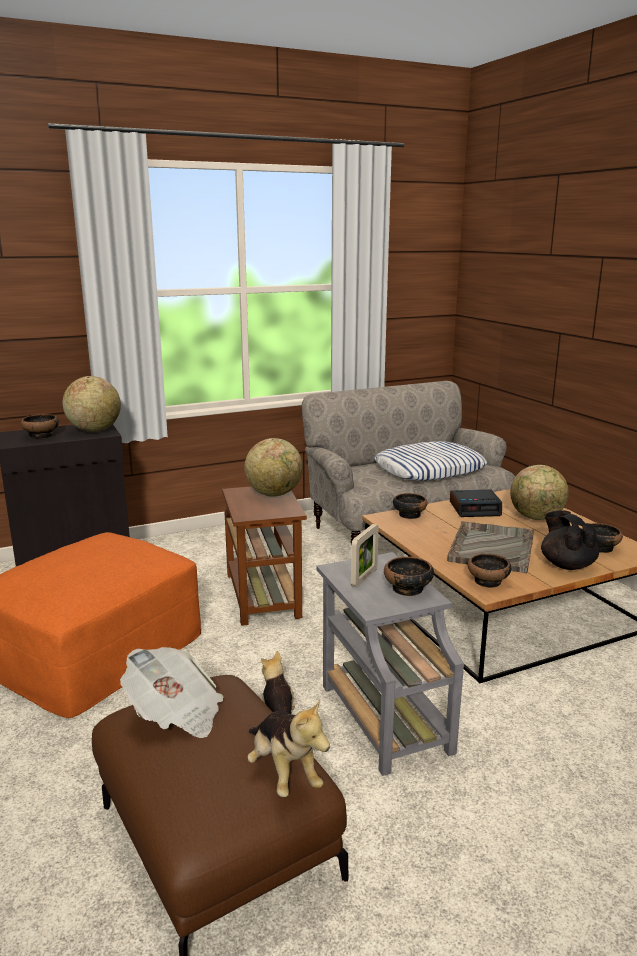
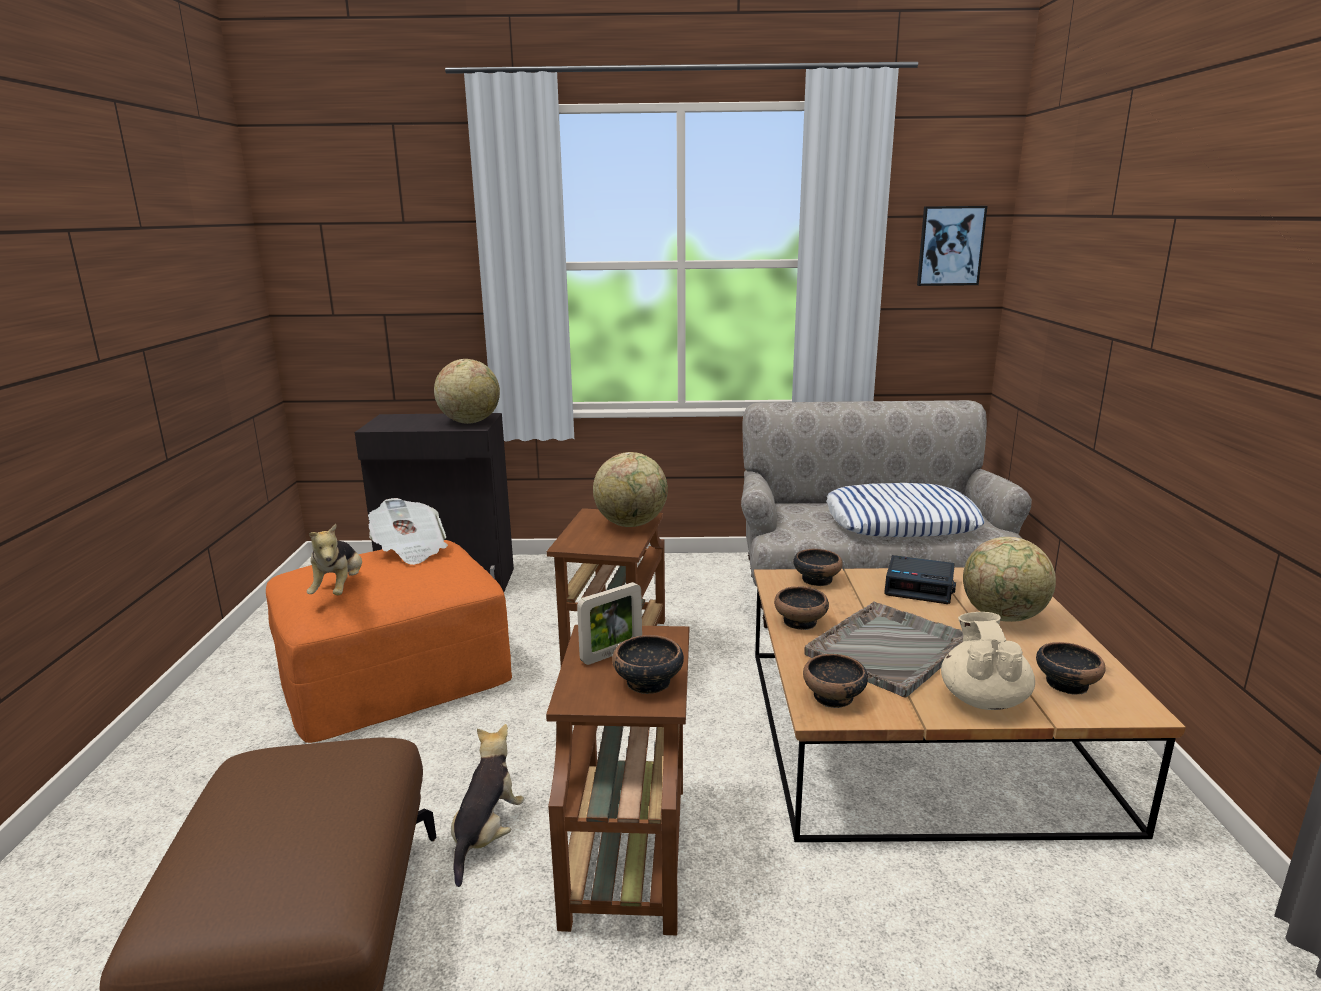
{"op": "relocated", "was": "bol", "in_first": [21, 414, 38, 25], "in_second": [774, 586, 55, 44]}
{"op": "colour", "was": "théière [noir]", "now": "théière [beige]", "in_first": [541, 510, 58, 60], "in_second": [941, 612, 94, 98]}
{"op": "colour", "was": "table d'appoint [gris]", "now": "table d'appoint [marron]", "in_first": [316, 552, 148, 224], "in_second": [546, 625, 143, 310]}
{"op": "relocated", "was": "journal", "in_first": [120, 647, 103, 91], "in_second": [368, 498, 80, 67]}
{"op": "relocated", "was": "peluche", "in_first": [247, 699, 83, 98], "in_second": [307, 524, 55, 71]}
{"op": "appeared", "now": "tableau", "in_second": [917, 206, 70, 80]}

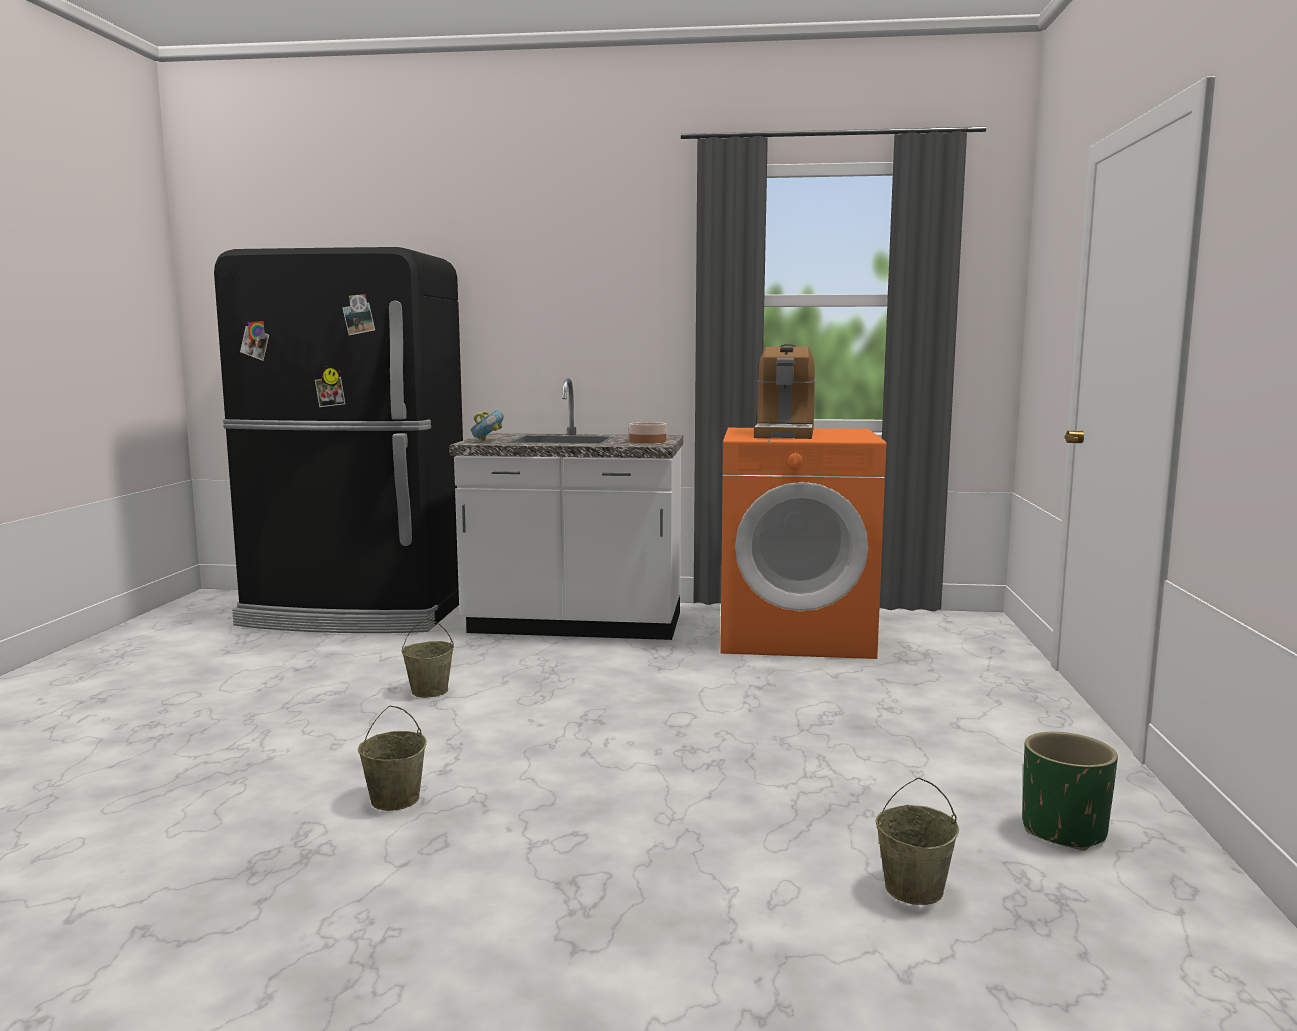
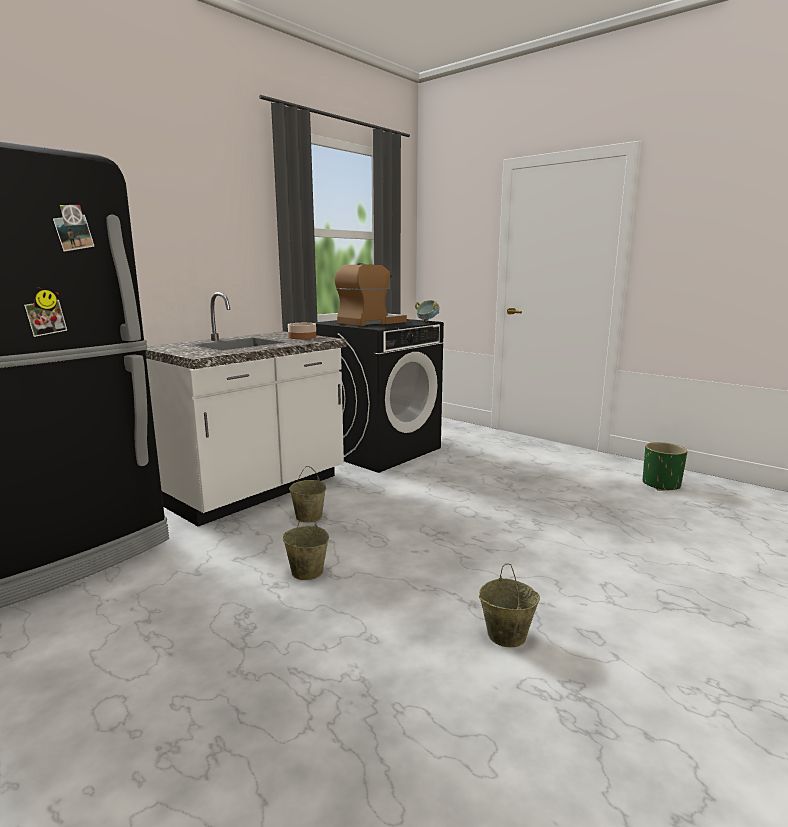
{"op": "spun", "was": "machine à café", "in_first": [754, 344, 62, 95], "in_second": [335, 263, 72, 63], "clockwise": -90}
{"op": "relocated", "was": "bol", "in_first": [470, 409, 34, 32], "in_second": [415, 300, 25, 22]}
{"op": "colour", "was": "lave-linge [orange]", "now": "lave-linge [noir]", "in_first": [720, 428, 166, 231], "in_second": [314, 319, 130, 154]}
{"op": "relocated", "was": "seau [beige]", "in_first": [876, 778, 83, 127], "in_second": [289, 466, 38, 57]}

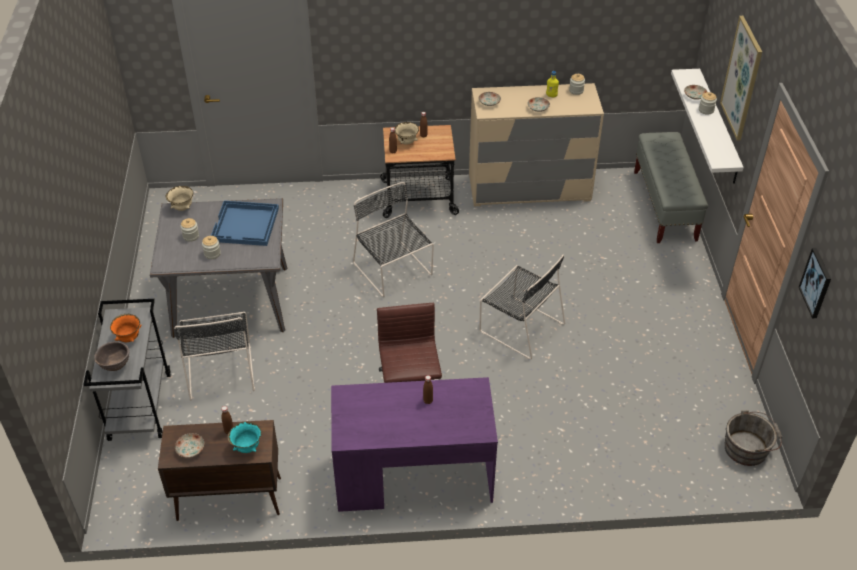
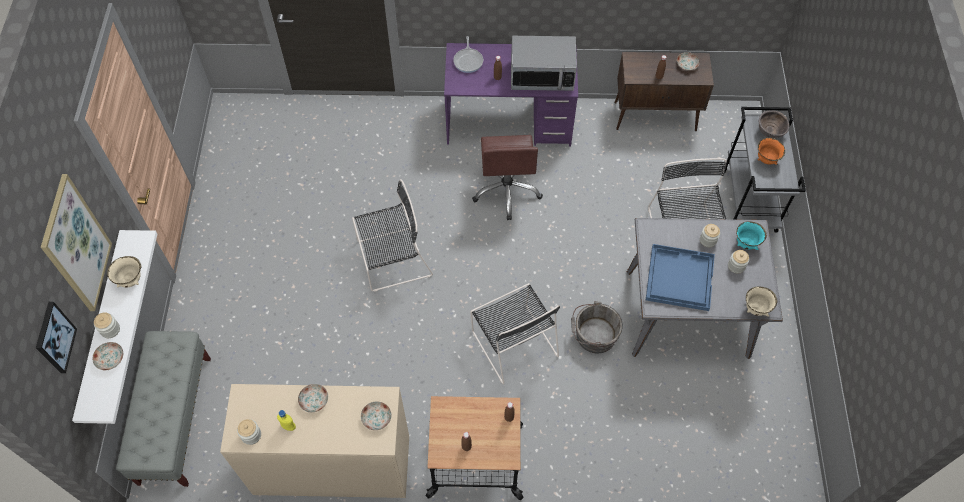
{"op": "relocated", "was": "bol [beige]", "in_first": [395, 122, 24, 23], "in_second": [107, 256, 34, 32]}
{"op": "relocated", "was": "tableau", "in_first": [799, 248, 32, 70], "in_second": [36, 302, 41, 71]}
{"op": "spun", "was": "chaise [noir]", "in_first": [479, 255, 86, 104], "in_second": [352, 179, 81, 113], "clockwise": 120}
{"op": "relocated", "was": "seau [gris]", "in_first": [724, 410, 58, 56], "in_second": [571, 301, 52, 53]}
{"op": "relocated", "was": "bol [turquoise]", "in_first": [228, 422, 33, 31], "in_second": [736, 221, 31, 29]}
{"op": "appeared", "now": "poêle", "in_second": [453, 36, 30, 37]}
{"op": "appeared", "now": "micro-ondes", "in_second": [511, 36, 66, 55]}

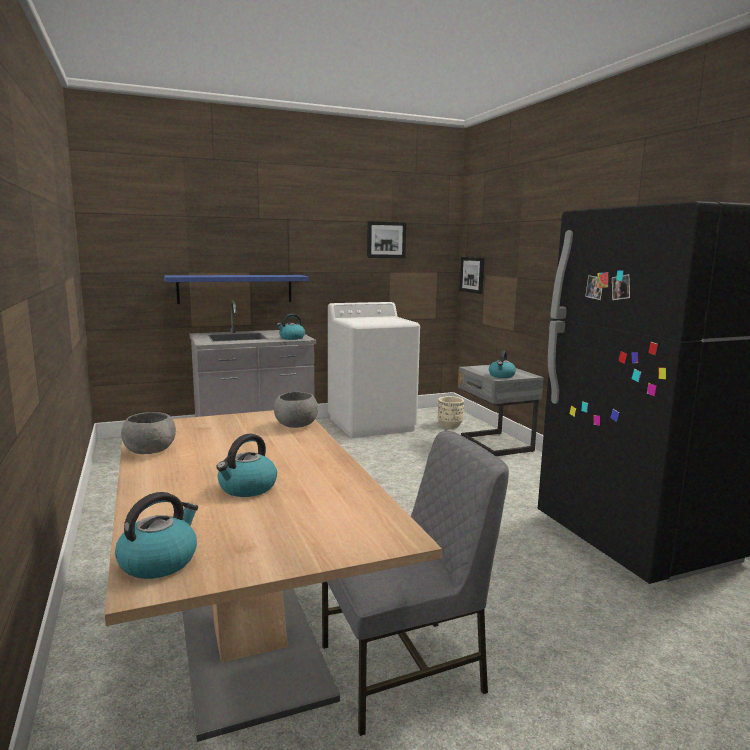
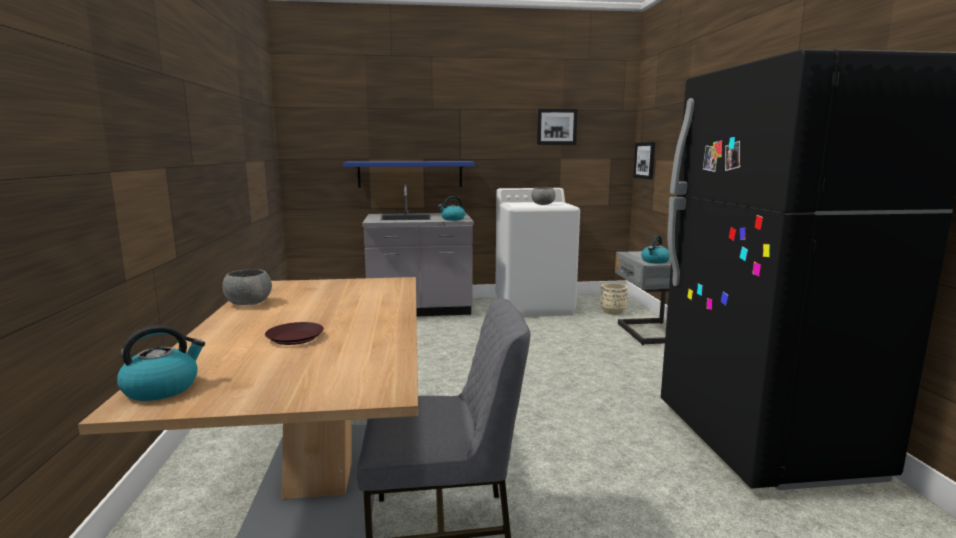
{"op": "relocated", "was": "bol [gris]", "in_first": [274, 392, 44, 36], "in_second": [531, 187, 24, 18]}
{"op": "exchanged", "was": "bouilloire", "now": "assiette [marron]", "in_first": [216, 434, 61, 63], "in_second": [265, 322, 59, 23]}

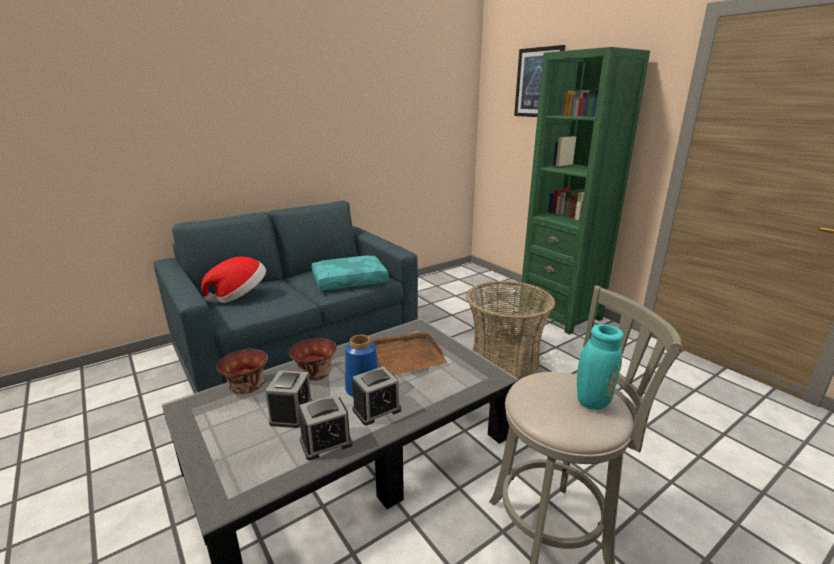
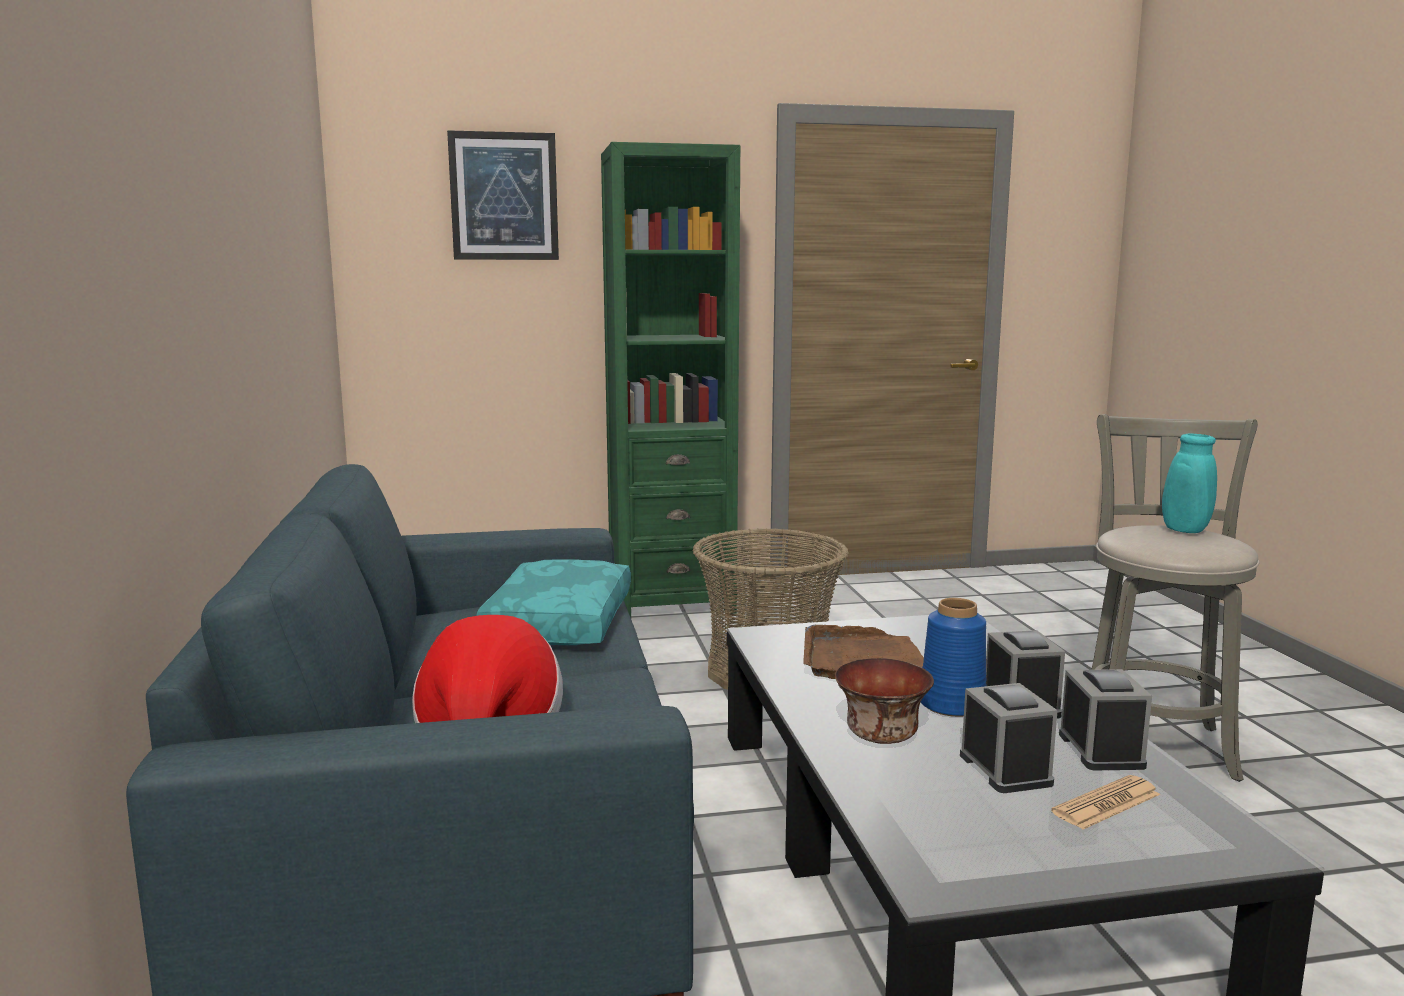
{"op": "missing", "was": "bol", "in_first": [216, 349, 52, 45]}
{"op": "spun", "was": "réveil", "in_first": [265, 370, 47, 58], "in_second": [960, 683, 98, 110], "clockwise": 45}
{"op": "appeared", "now": "journal", "in_second": [1051, 775, 109, 55]}

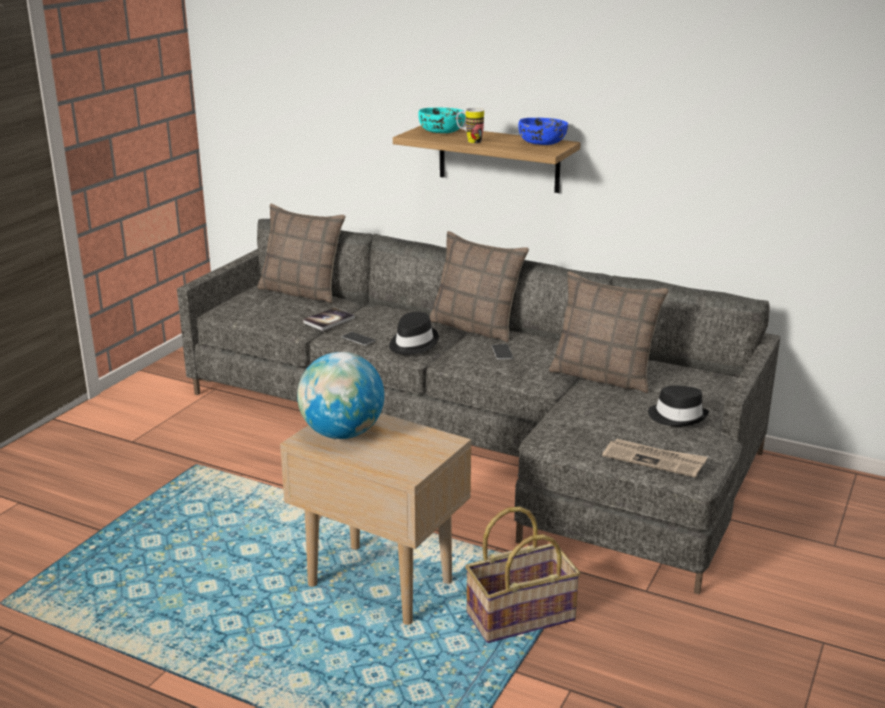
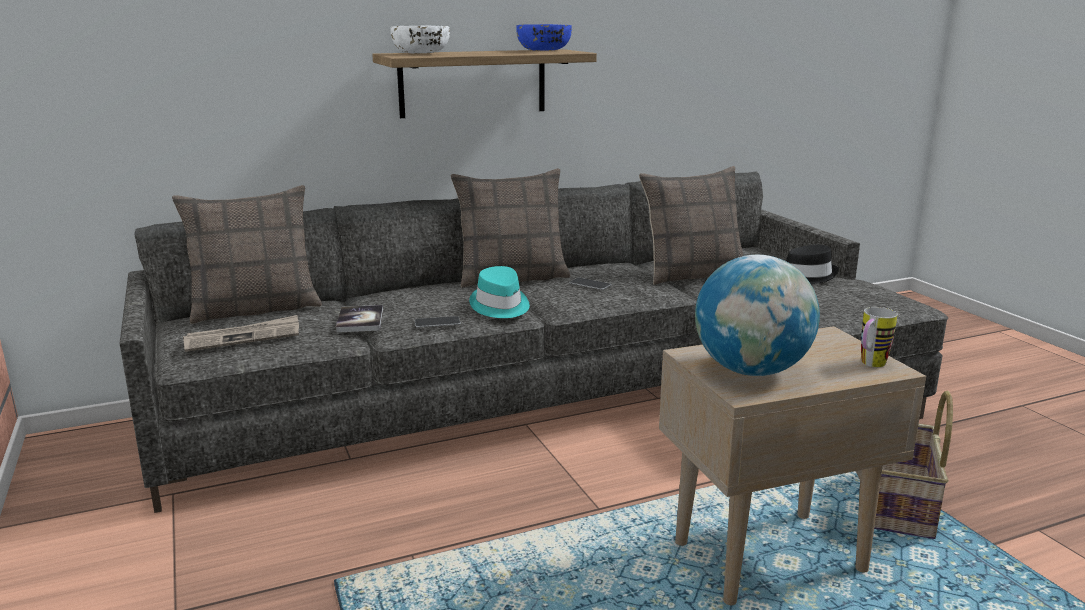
{"op": "colour", "was": "bol [turquoise]", "now": "bol [blanc]", "in_first": [418, 107, 48, 26], "in_second": [391, 26, 59, 27]}
{"op": "relocated", "was": "mug", "in_first": [456, 108, 28, 35], "in_second": [861, 307, 37, 60]}
{"op": "colour", "was": "chapeau [noir]", "now": "chapeau [turquoise]", "in_first": [389, 312, 50, 43], "in_second": [469, 266, 61, 52]}
{"op": "relocated", "was": "journal", "in_first": [602, 439, 105, 39], "in_second": [183, 315, 116, 37]}

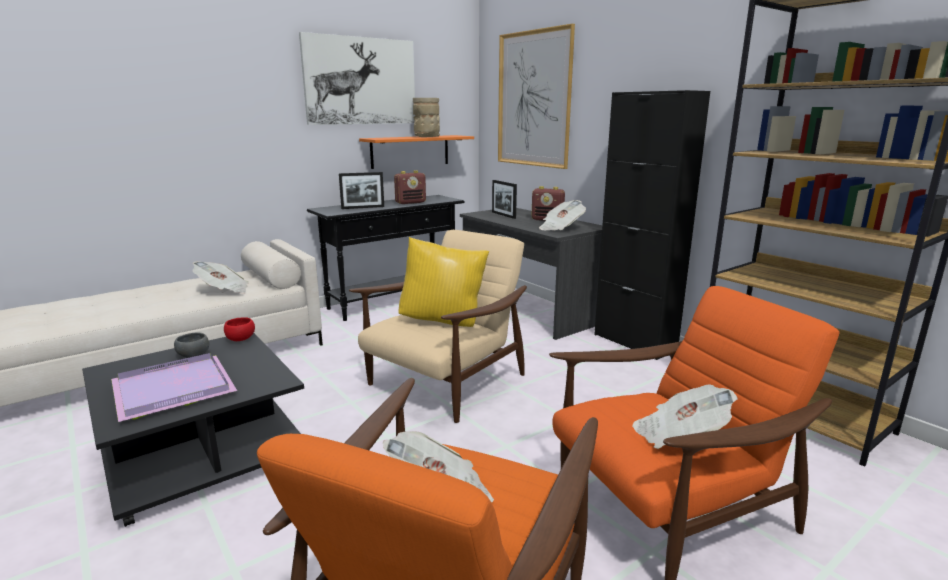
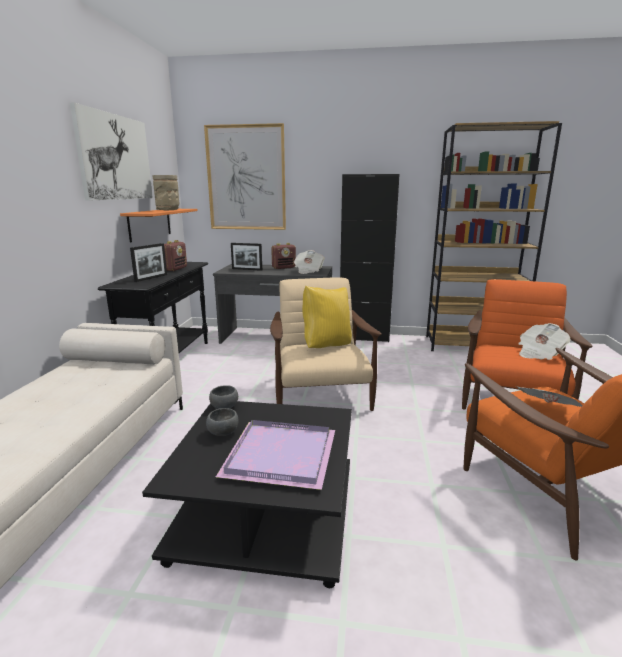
{"op": "missing", "was": "journal", "in_first": [192, 261, 57, 32]}
{"op": "colour", "was": "bol [rouge]", "now": "bol [gris]", "in_first": [224, 317, 31, 24], "in_second": [209, 385, 29, 24]}

